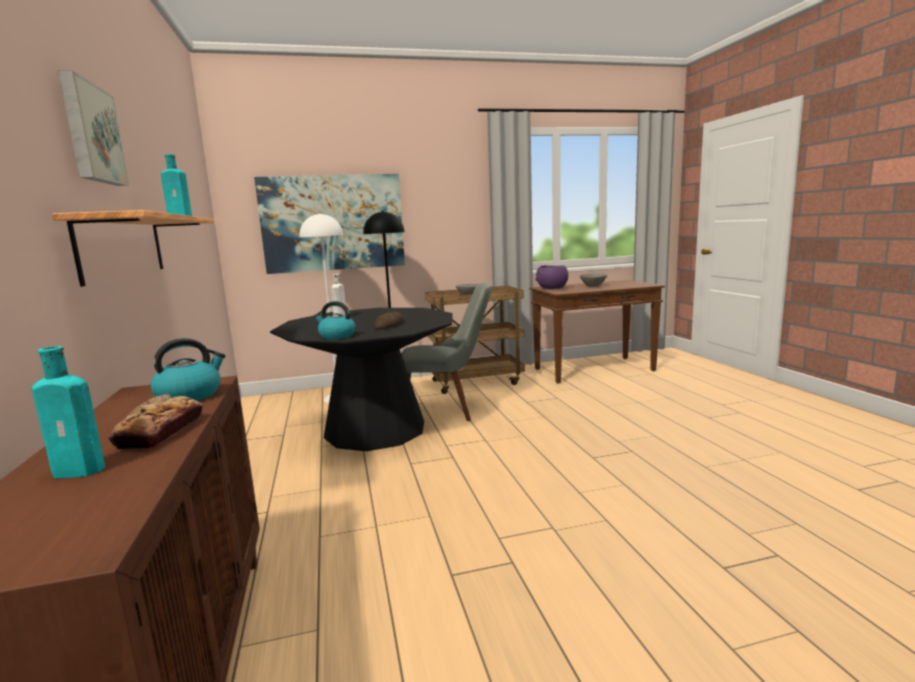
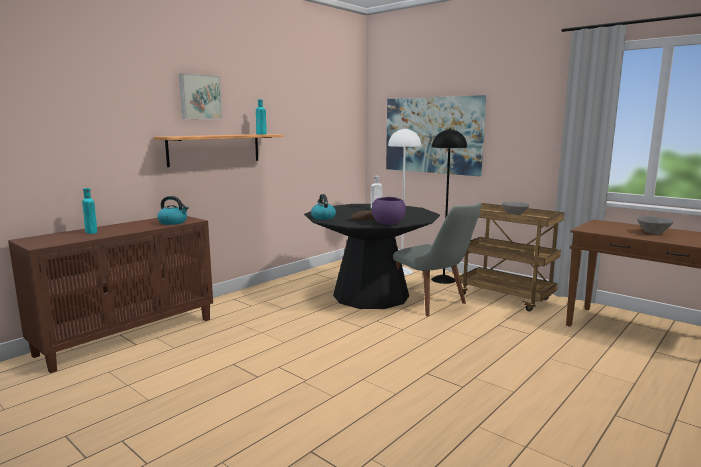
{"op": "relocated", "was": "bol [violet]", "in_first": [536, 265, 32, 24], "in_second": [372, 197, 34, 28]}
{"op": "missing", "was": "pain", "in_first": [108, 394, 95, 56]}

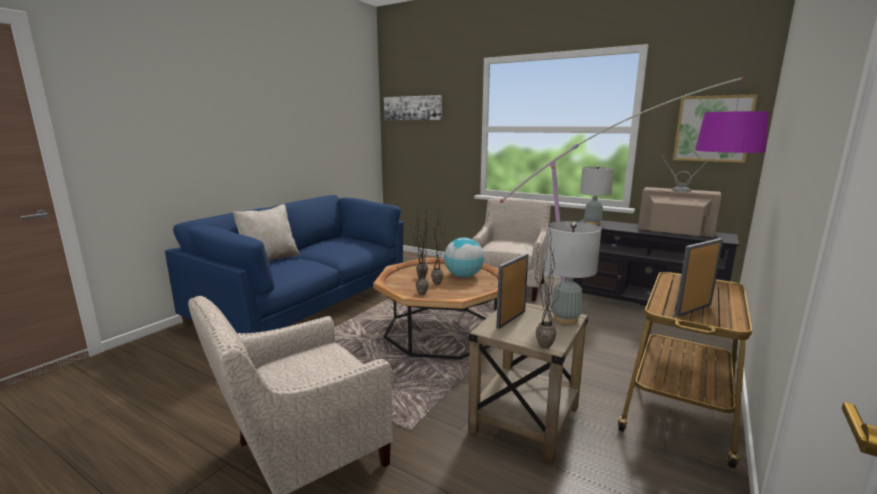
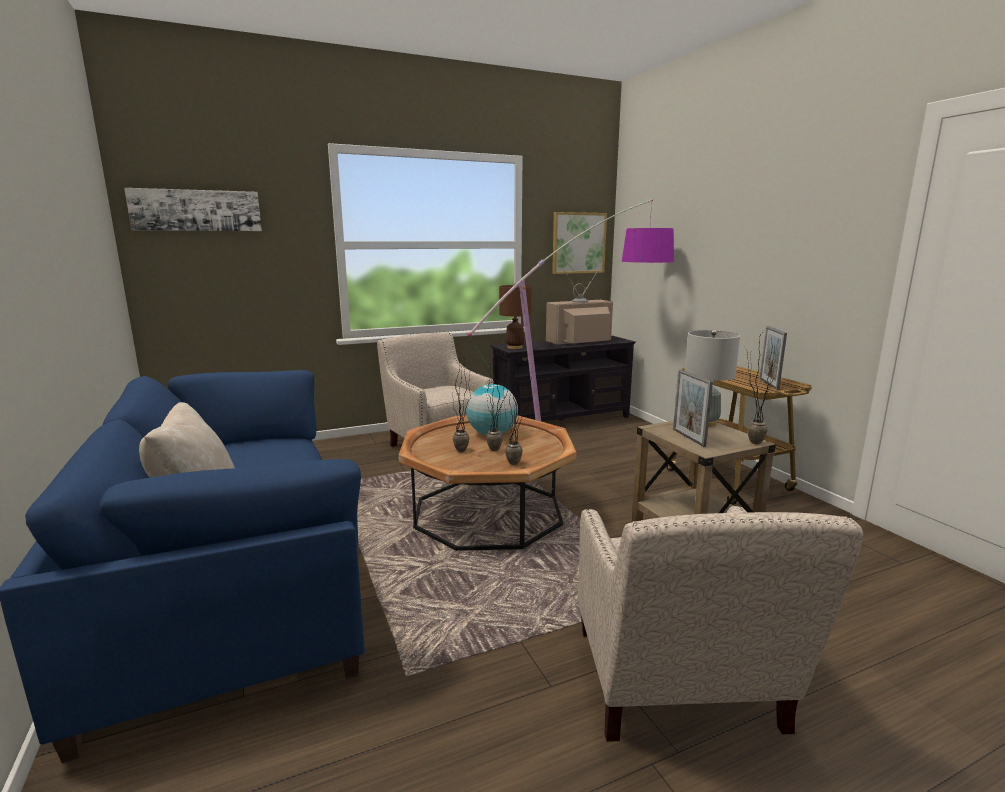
{"op": "colour", "was": "lampe de table [gris]", "now": "lampe de table [marron]", "in_first": [580, 165, 34, 60], "in_second": [499, 284, 33, 65]}

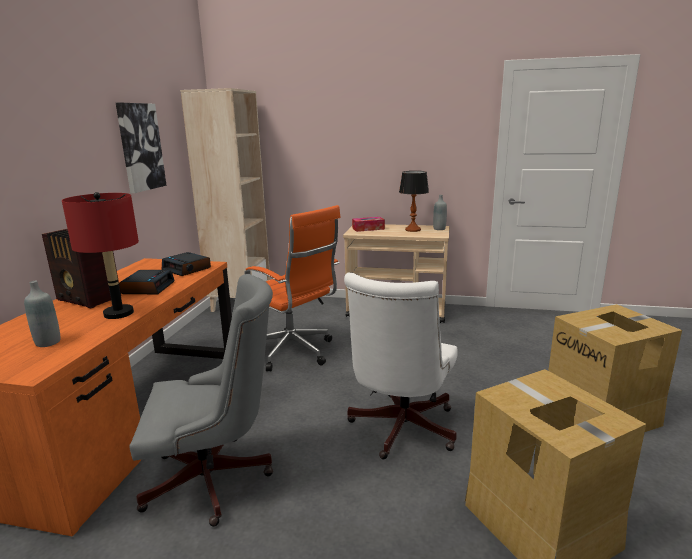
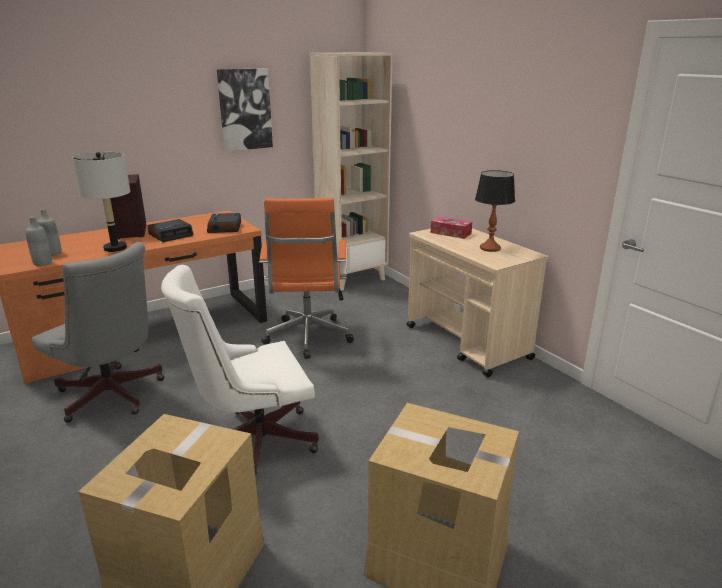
{"op": "colour", "was": "lampe de table [rouge]", "now": "lampe de table [gris]", "in_first": [62, 192, 77, 127], "in_second": [72, 152, 58, 100]}
{"op": "relocated", "was": "bouteille [gris]", "in_first": [433, 195, 14, 35], "in_second": [26, 217, 26, 49]}

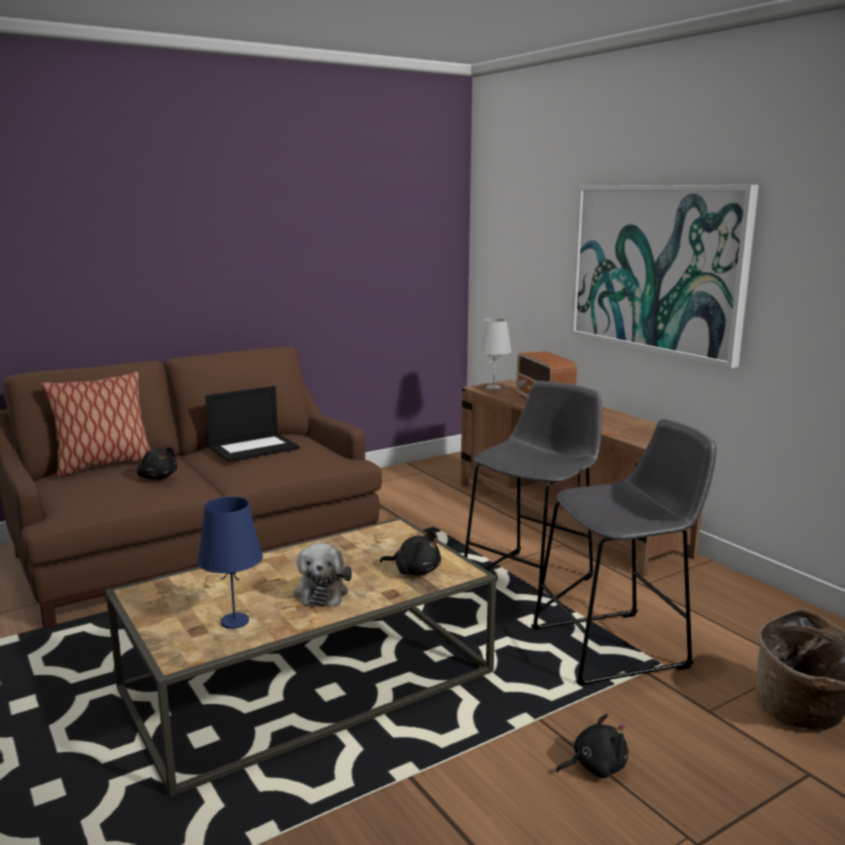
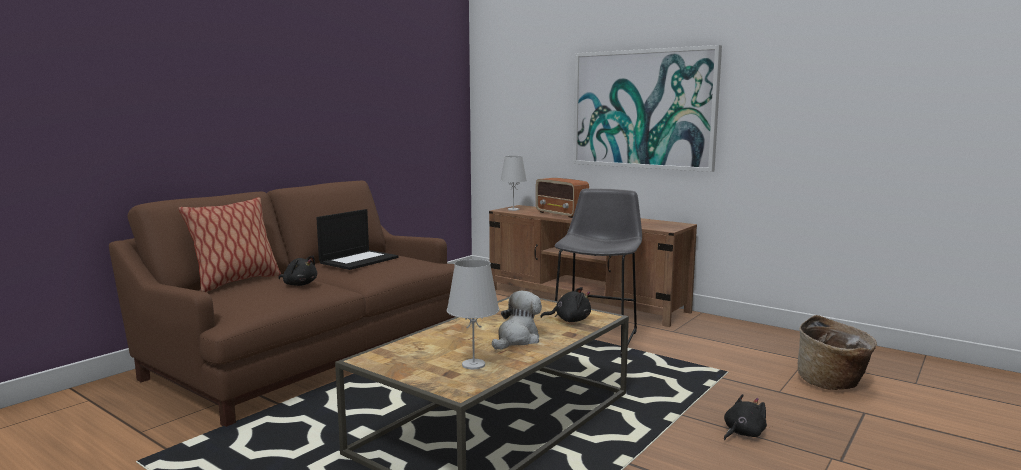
{"op": "missing", "was": "tabouret [gris]", "in_first": [531, 419, 186, 267]}
{"op": "colour", "was": "lampe de table [bleu]", "now": "lampe de table [blanc]", "in_first": [197, 497, 66, 132], "in_second": [447, 259, 52, 110]}
{"op": "spun", "was": "peluche", "in_first": [293, 543, 59, 64], "in_second": [492, 291, 50, 59], "clockwise": -120}

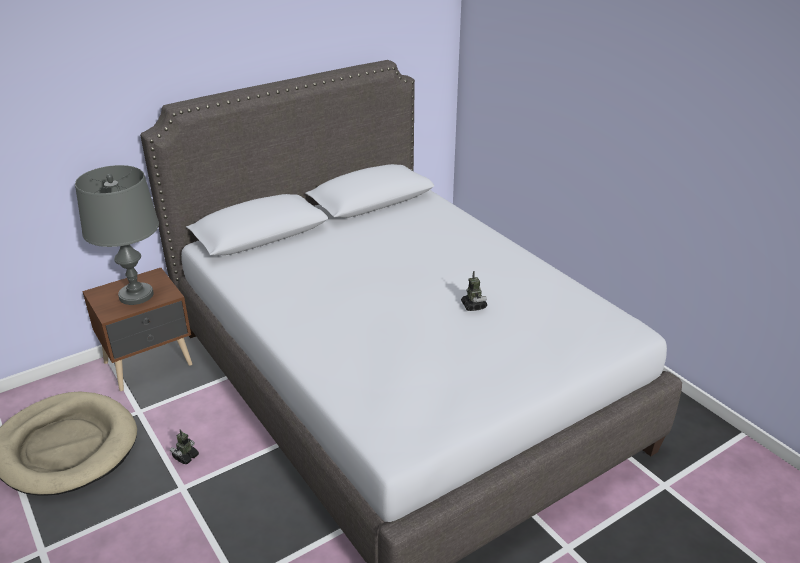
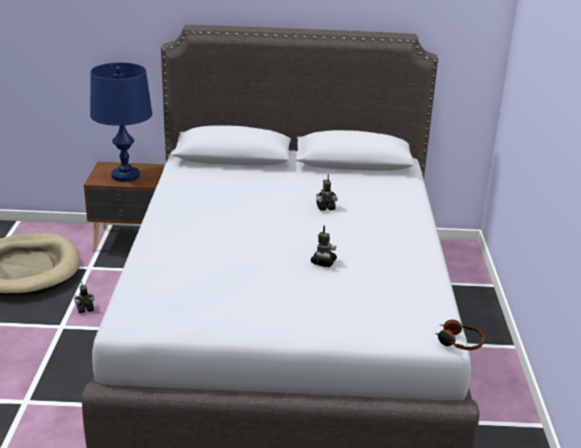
{"op": "colour", "was": "lampe de table [gris]", "now": "lampe de table [bleu]", "in_first": [75, 165, 84, 140], "in_second": [90, 63, 62, 119]}
{"op": "appeared", "now": "robot jouet", "in_second": [316, 174, 22, 37]}
{"op": "appeared", "now": "casque audio", "in_second": [436, 320, 49, 30]}

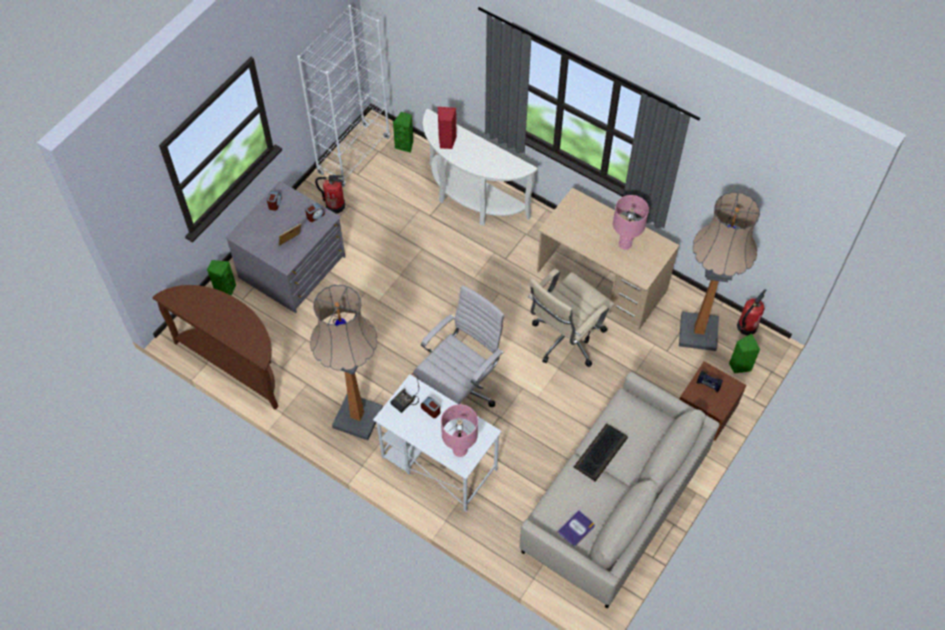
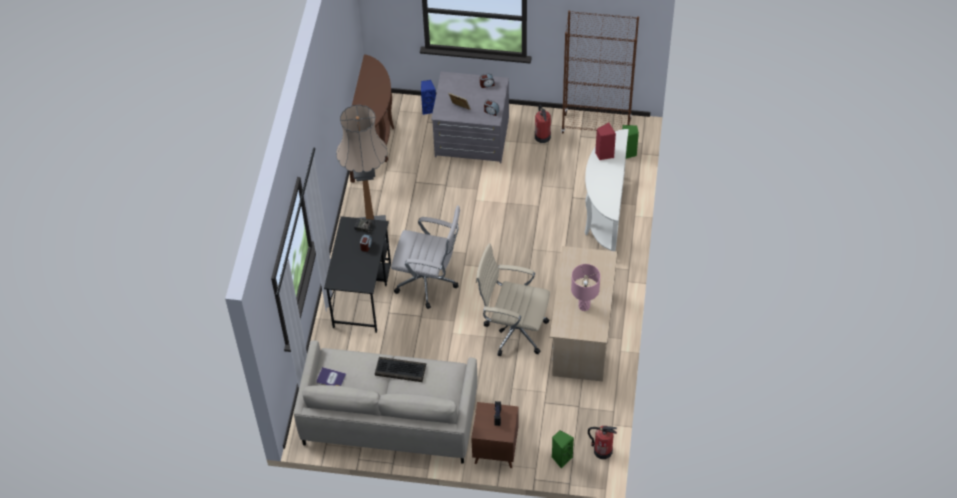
{"op": "colour", "was": "bibliothèque [blanc]", "now": "bibliothèque [marron]", "in_first": [297, 5, 93, 182], "in_second": [561, 11, 78, 122]}
{"op": "missing", "was": "lampadaire", "in_first": [679, 192, 81, 159]}
{"op": "colour", "was": "enceinte [vert]", "now": "enceinte [bleu]", "in_first": [207, 260, 29, 35], "in_second": [421, 80, 15, 35]}
{"op": "colour", "was": "bureau [blanc]", "now": "bureau [noir]", "in_first": [373, 374, 129, 138], "in_second": [324, 216, 67, 117]}
{"op": "missing", "was": "lampe de table [rose]", "in_first": [441, 404, 37, 53]}

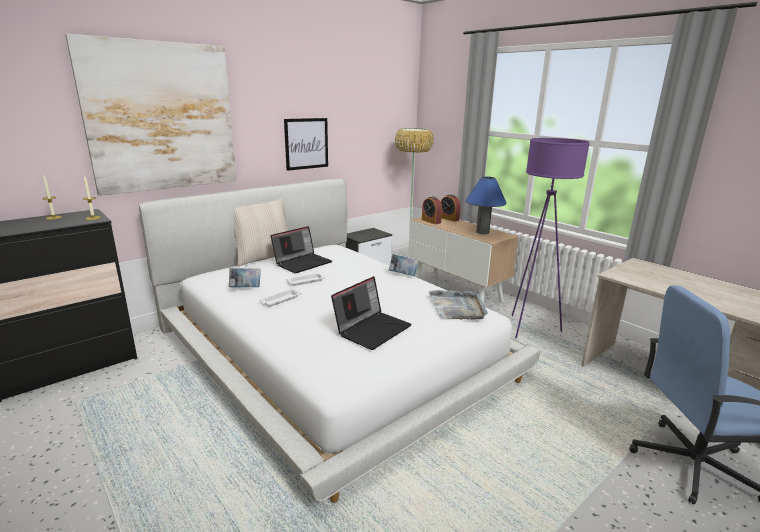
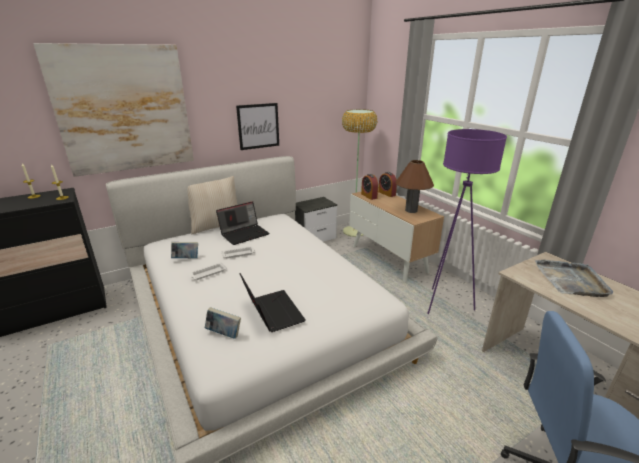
{"op": "colour", "was": "lampe de table [bleu]", "now": "lampe de table [marron]", "in_first": [465, 177, 42, 57], "in_second": [396, 160, 38, 53]}
{"op": "relocated", "was": "livre", "in_first": [389, 253, 30, 23], "in_second": [205, 307, 36, 32]}
{"op": "spun", "was": "ordinateur portable", "in_first": [331, 276, 81, 74], "in_second": [240, 273, 66, 59], "clockwise": -75}
{"op": "relocated", "was": "plateau [gris]", "in_first": [429, 290, 59, 30], "in_second": [535, 260, 78, 37]}

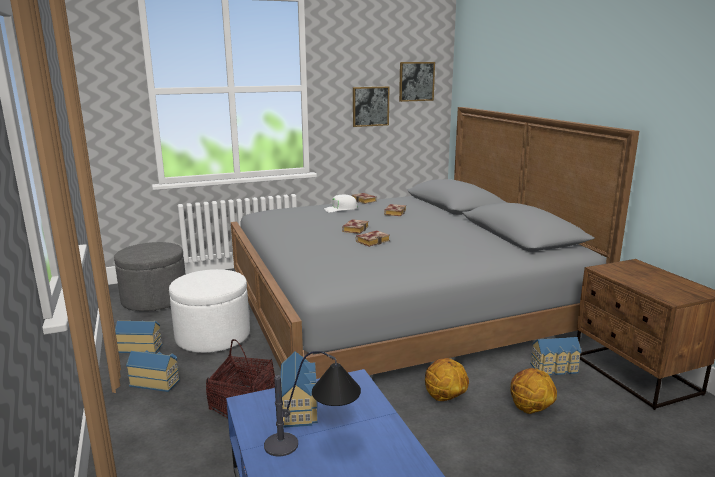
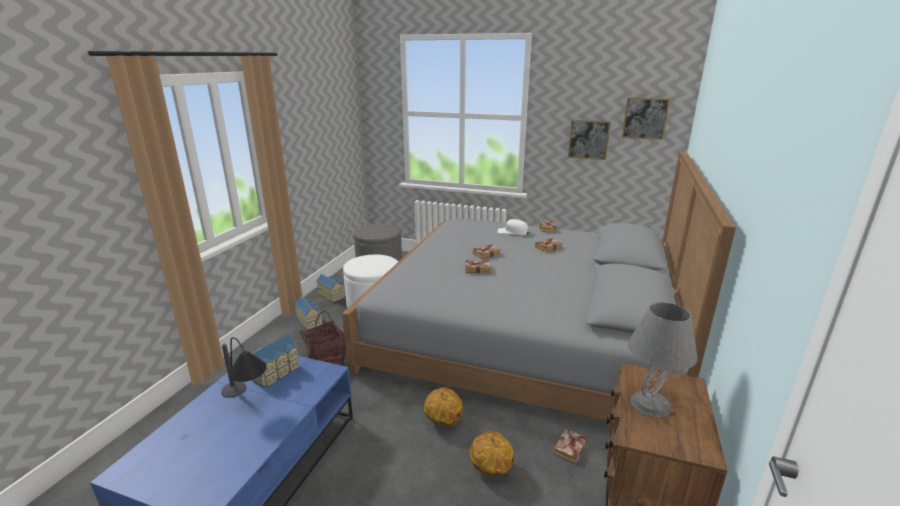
{"op": "exchanged", "was": "maison miniature", "now": "livre", "in_first": [530, 337, 51, 38], "in_second": [554, 429, 34, 35]}
{"op": "appeared", "now": "lampe de table [gris]", "in_second": [628, 302, 70, 116]}

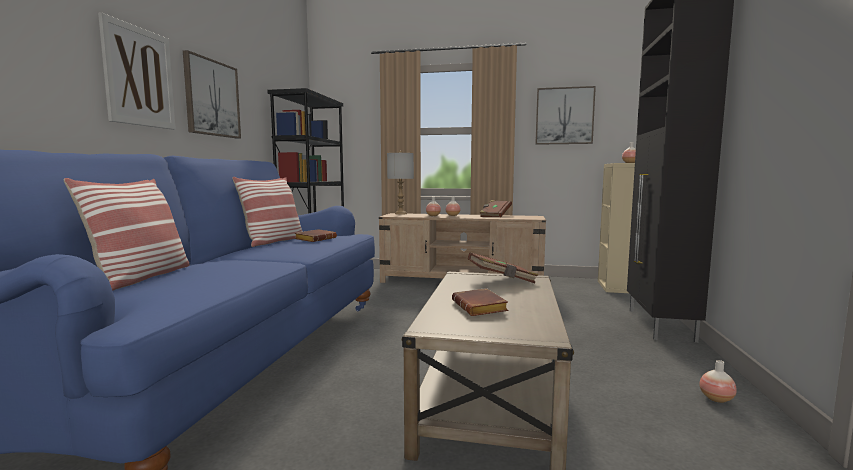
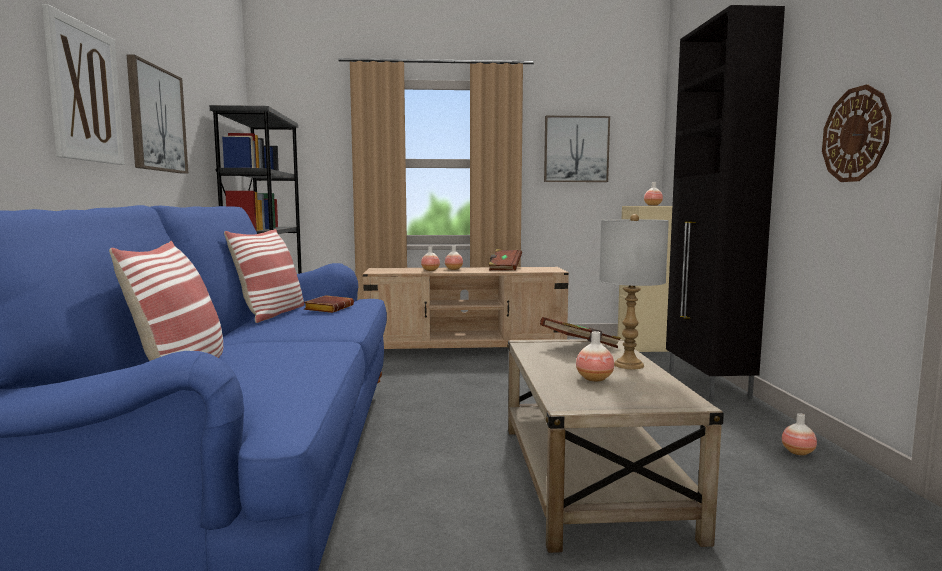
{"op": "relocated", "was": "lampe de table [gris]", "in_first": [387, 151, 27, 64], "in_second": [599, 214, 70, 155]}
{"op": "exchanged", "was": "livre [marron]", "now": "vase", "in_first": [452, 288, 56, 28], "in_second": [576, 331, 38, 51]}
{"op": "appeared", "now": "horloge murale", "in_second": [822, 84, 69, 98]}

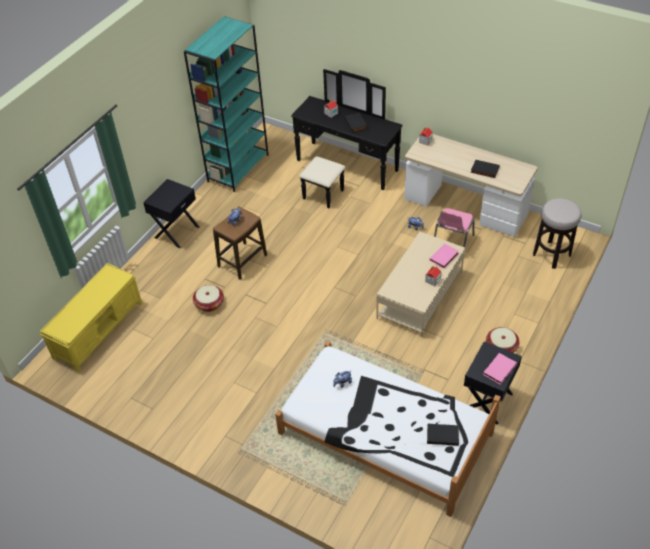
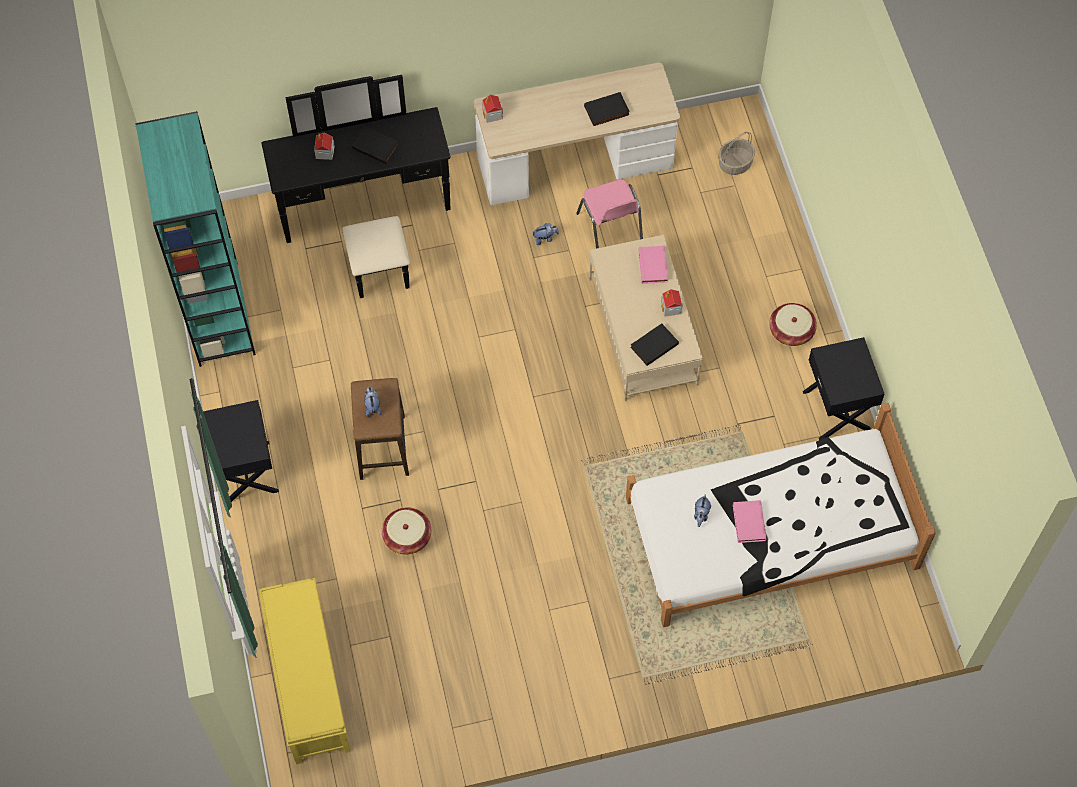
{"op": "exchanged", "was": "tabouret", "now": "panier", "in_first": [533, 198, 49, 71], "in_second": [719, 132, 36, 43]}
{"op": "relocated", "was": "livre [rose]", "in_first": [483, 353, 34, 32], "in_second": [733, 500, 33, 43]}
{"op": "relocated", "was": "livre [noir]", "in_first": [427, 424, 32, 22], "in_second": [630, 323, 49, 43]}

